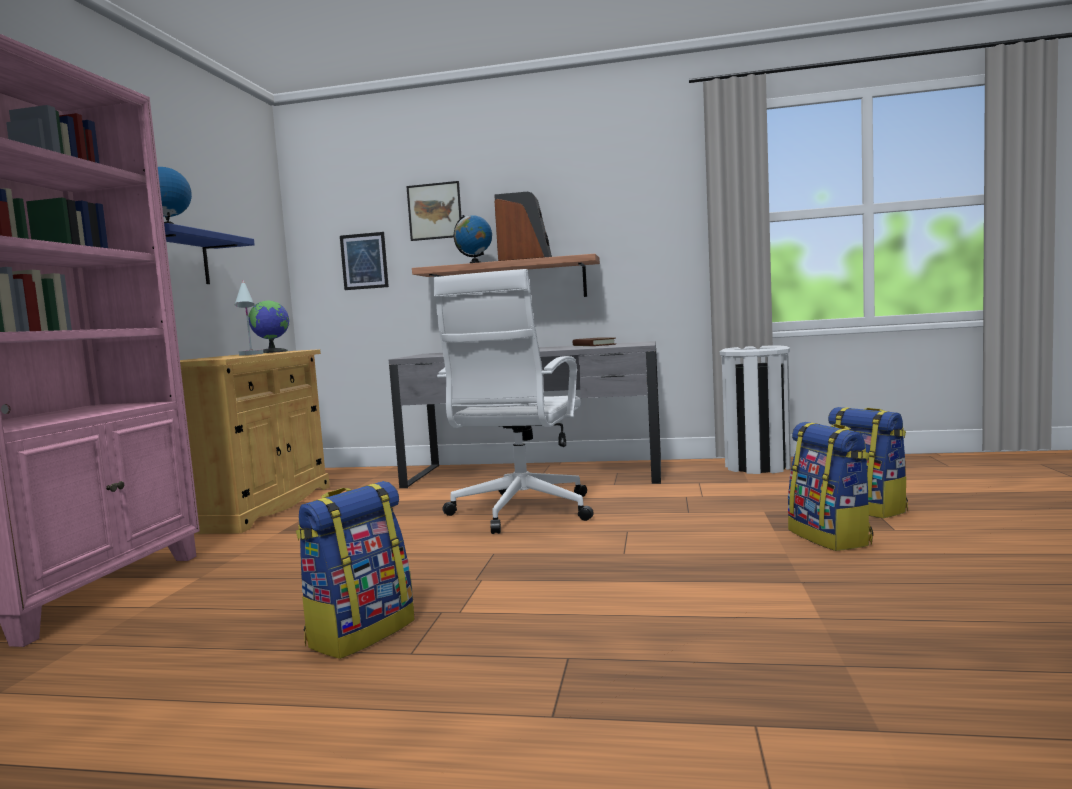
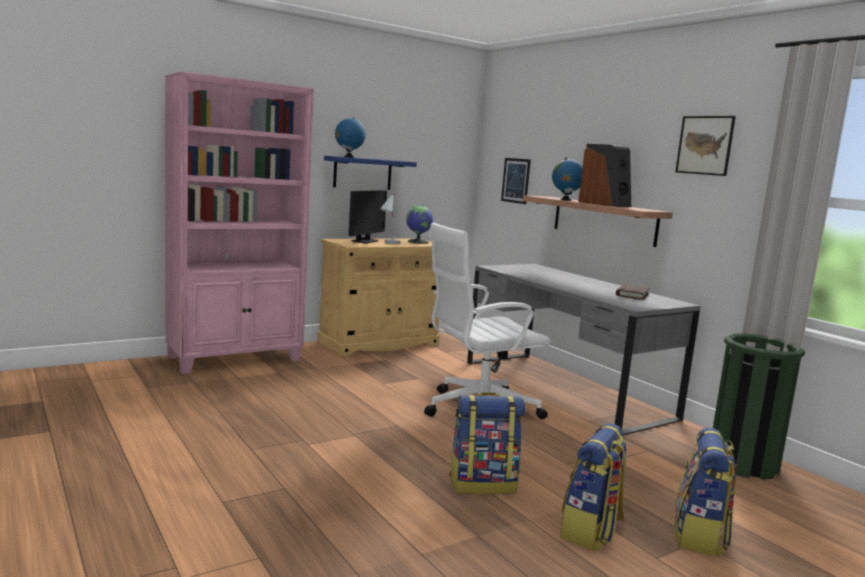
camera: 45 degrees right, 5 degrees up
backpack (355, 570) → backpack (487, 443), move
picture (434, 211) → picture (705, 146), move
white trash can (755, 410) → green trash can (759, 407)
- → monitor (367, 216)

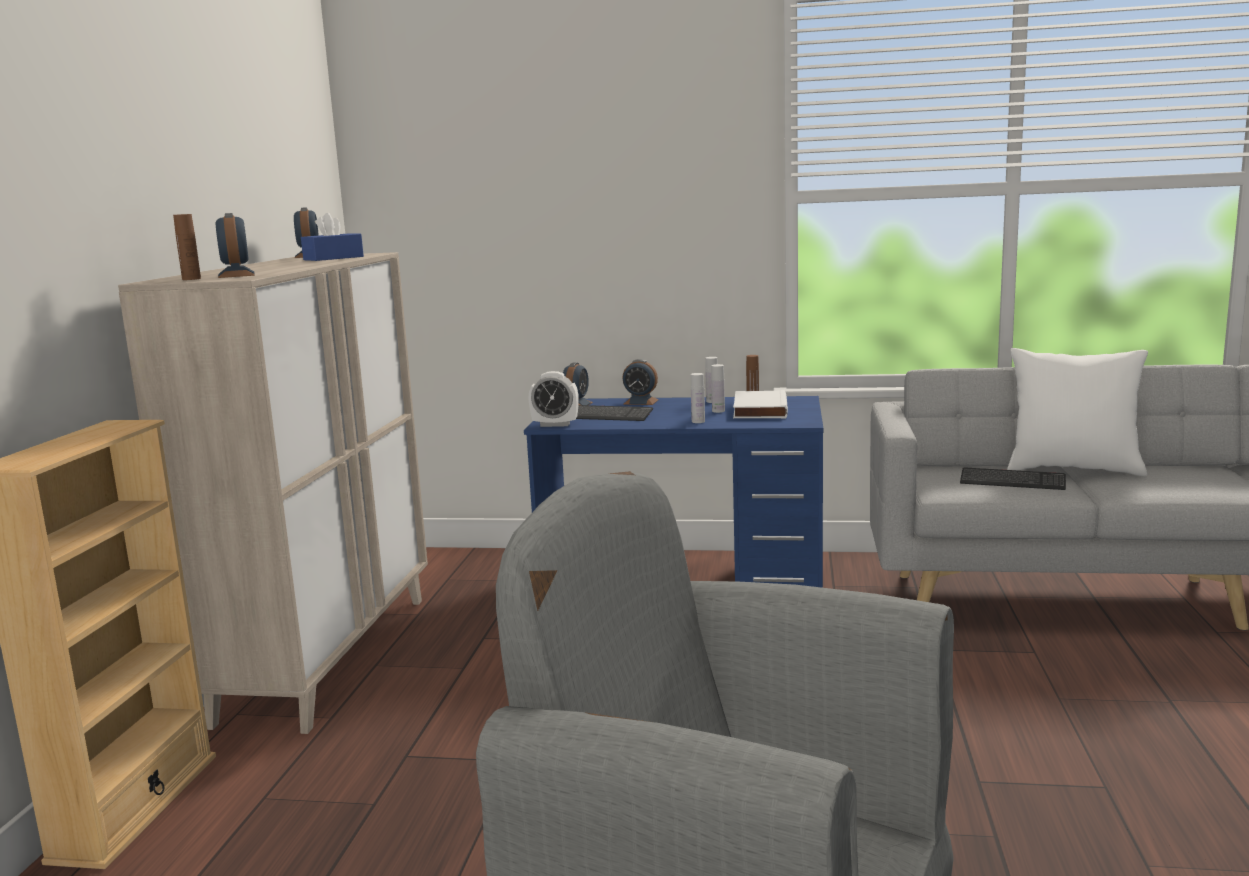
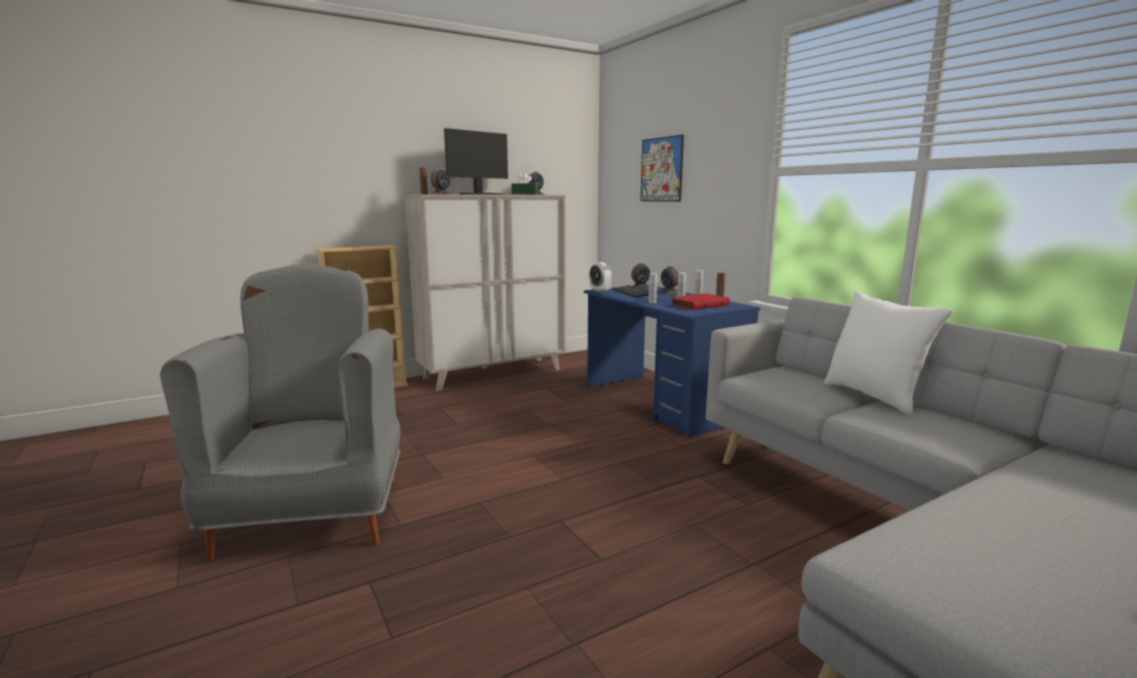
camera: 50 degrees right, 0 degrees up
blue tissue box (332, 237) → green tissue box (524, 184)
white book (760, 404) → red book (700, 301)
keyboard (1013, 479) → -
- → monitor (476, 161)
- → picture (662, 168)

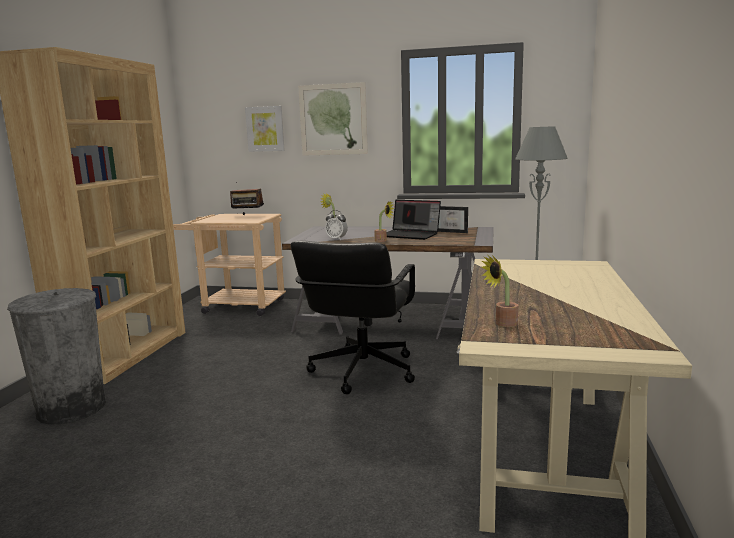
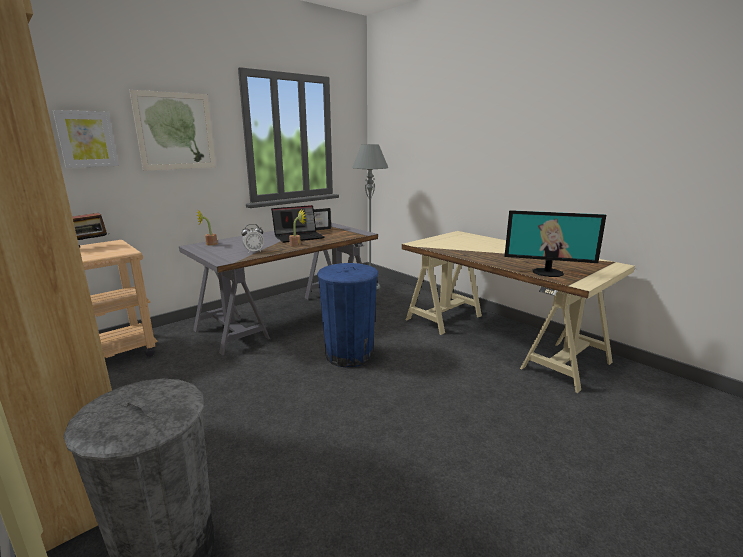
camera: 55 degrees left, 5 degrees up
black office chair (352, 317) → blue trash can (347, 315)
potted plant (499, 290) → monitor (555, 243)

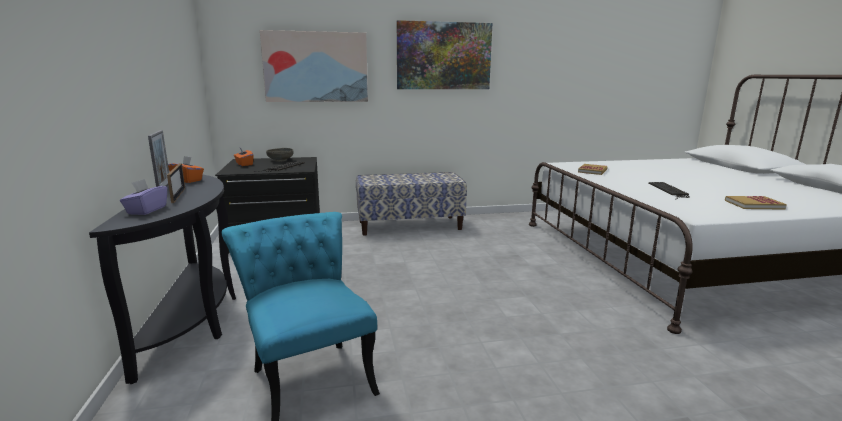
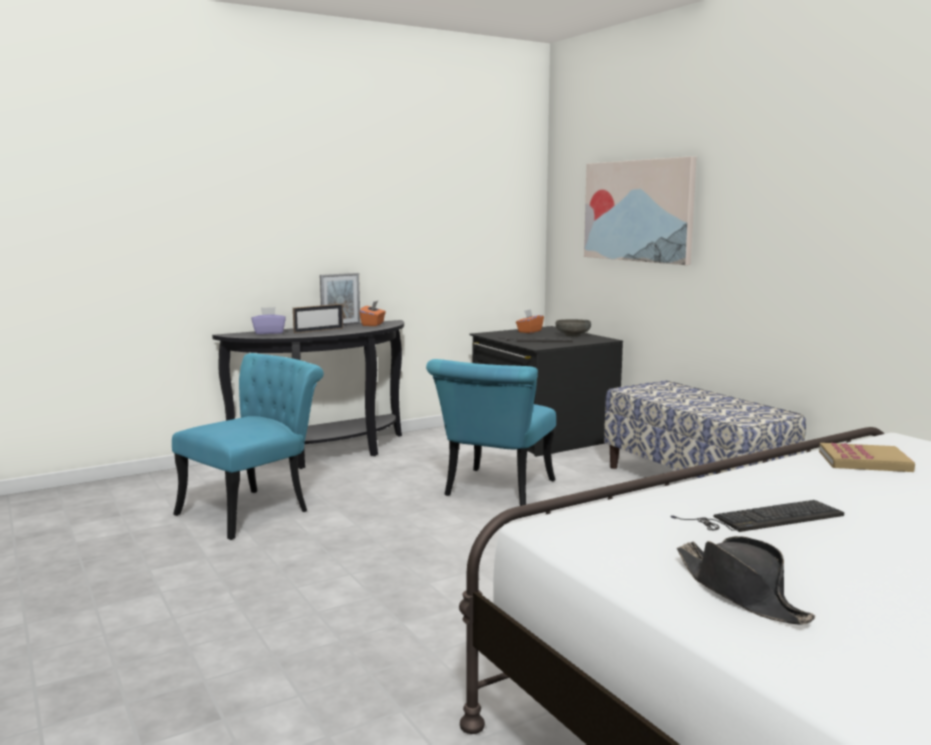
camera: 70 degrees right, 5 degrees down
picture (444, 54) → -
book (756, 203) → black hat (746, 580)
- → turquoise chair (491, 432)

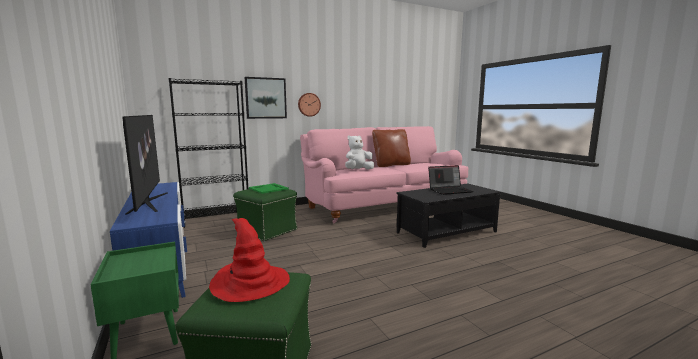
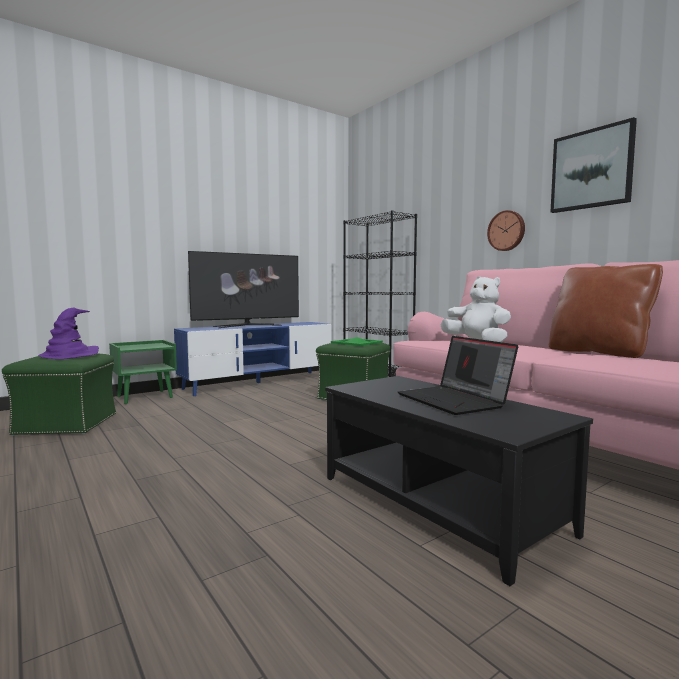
camera: 80 degrees right, 5 degrees down
red hat (249, 260) → purple hat (68, 333)
picture (266, 98) → picture (593, 165), move

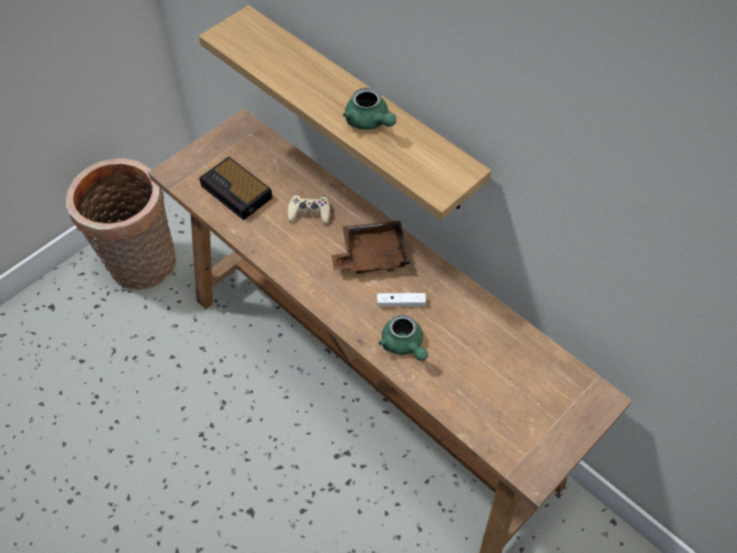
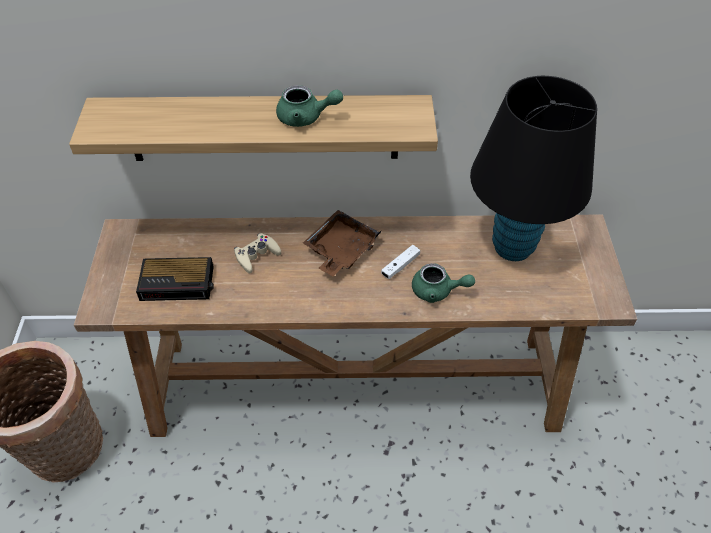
camera: 45 degrees left, 5 degrees down
- → black table lamp (533, 168)

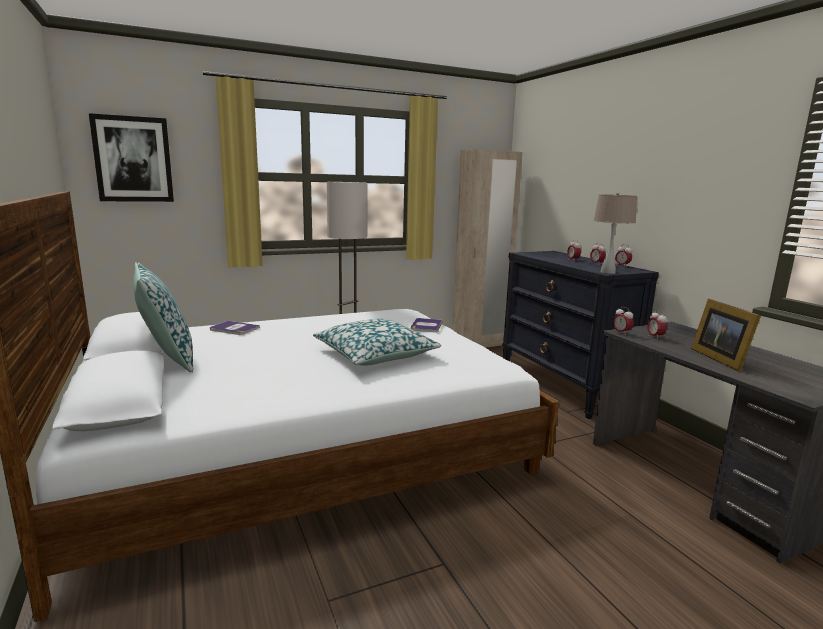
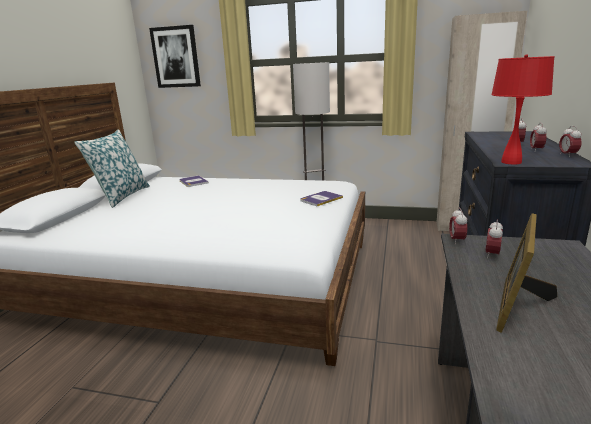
camera: 40 degrees right, 5 degrees up
pillow (377, 342) → -
beige table lamp (615, 233) → red table lamp (523, 109)

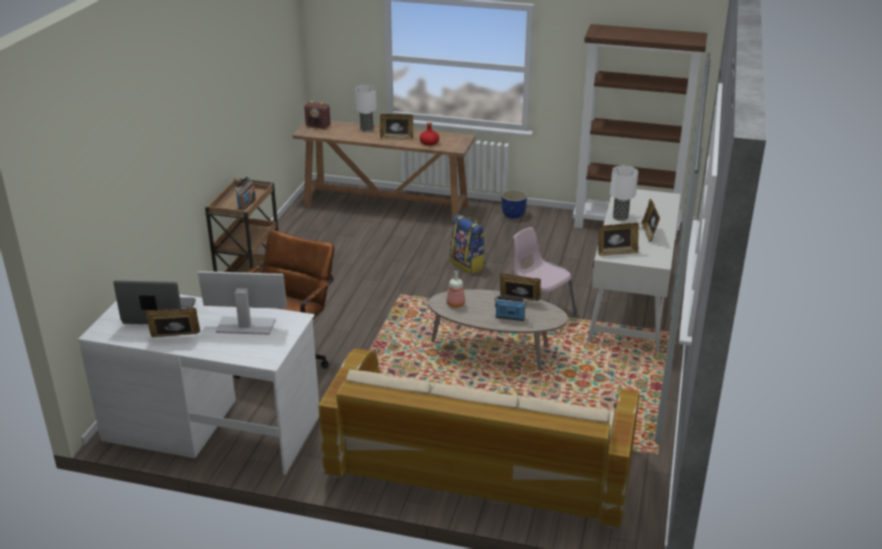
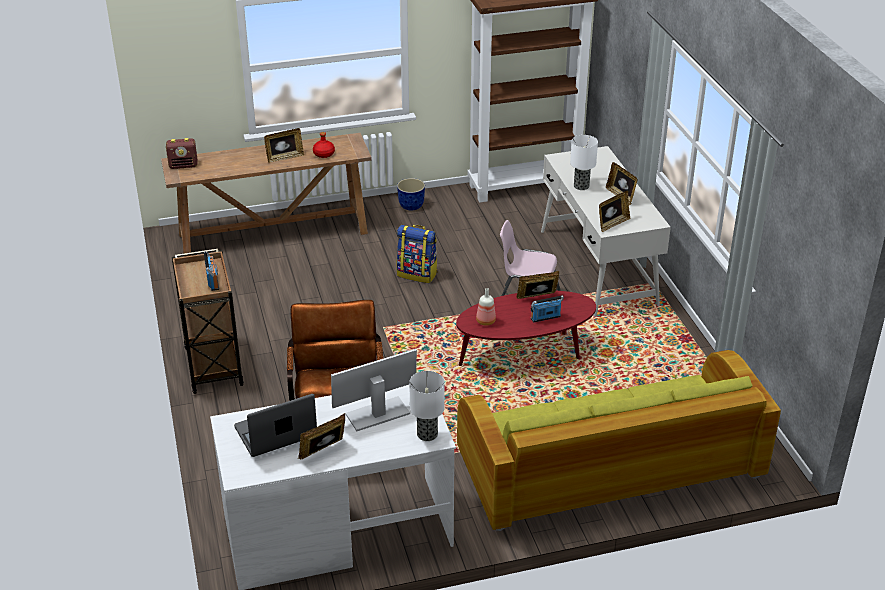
camera: 30 degrees left, 5 degrees up
beige sofa (479, 439) → green sofa (619, 440)
table lamp (365, 108) → table lamp (427, 406), move
beige coffee table (498, 329) → red coffee table (526, 328)

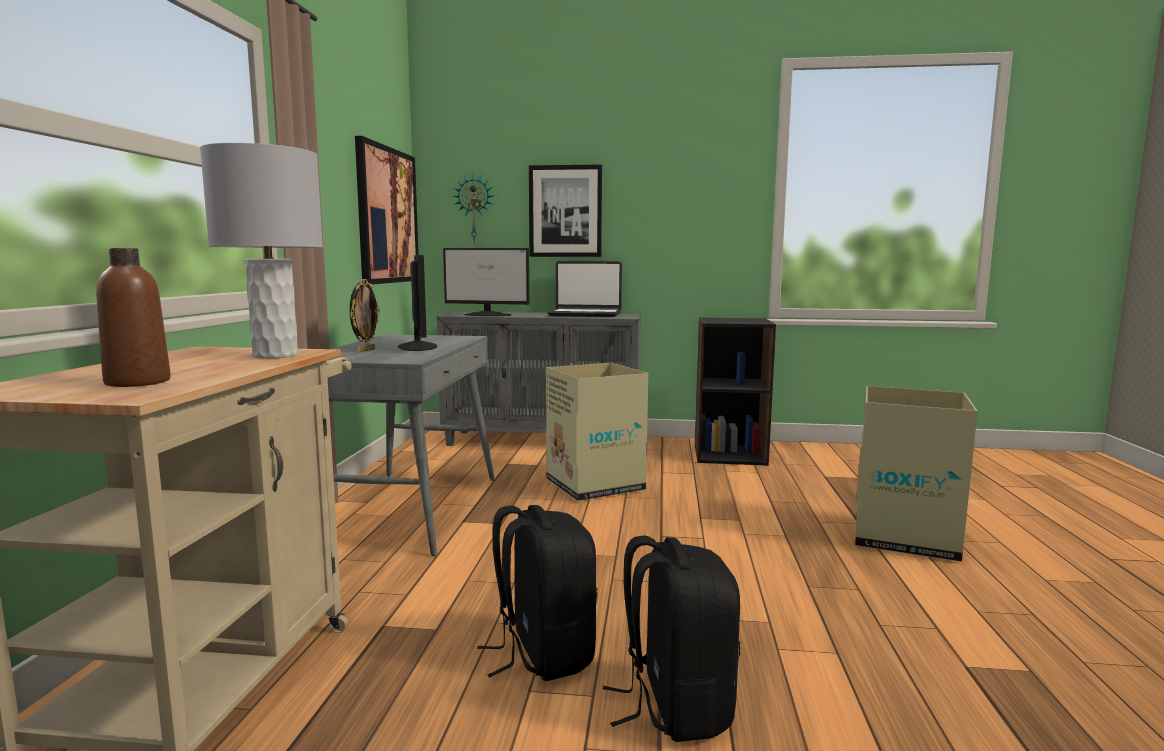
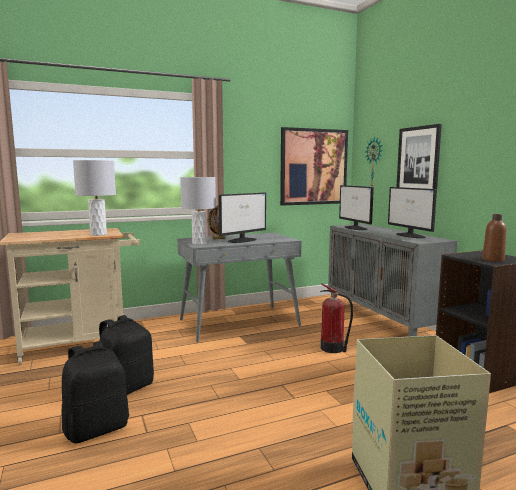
camera: 60 degrees right, 0 degrees up
brown bottle (133, 317) → brown bottle (494, 238), move
cardboard box (597, 432) → fire extinguisher (336, 318)
laptop (585, 289) → monitor (412, 212)
- → grey table lamp (198, 211)

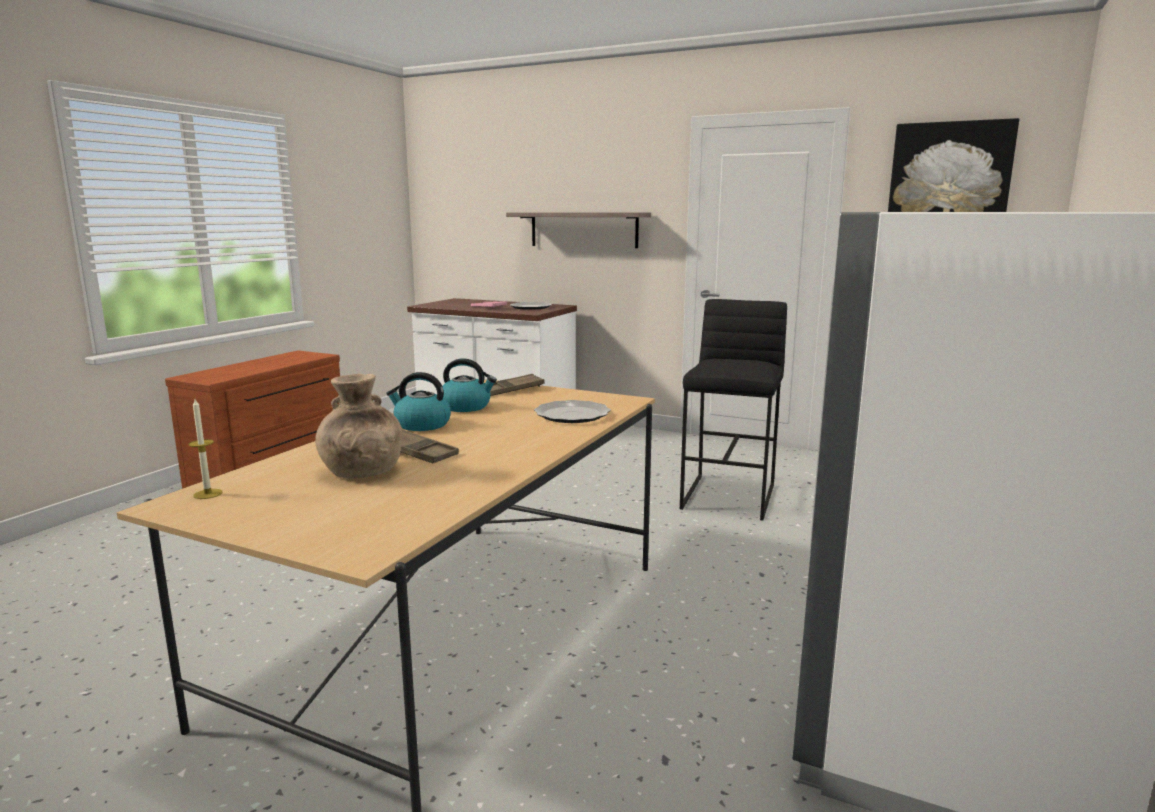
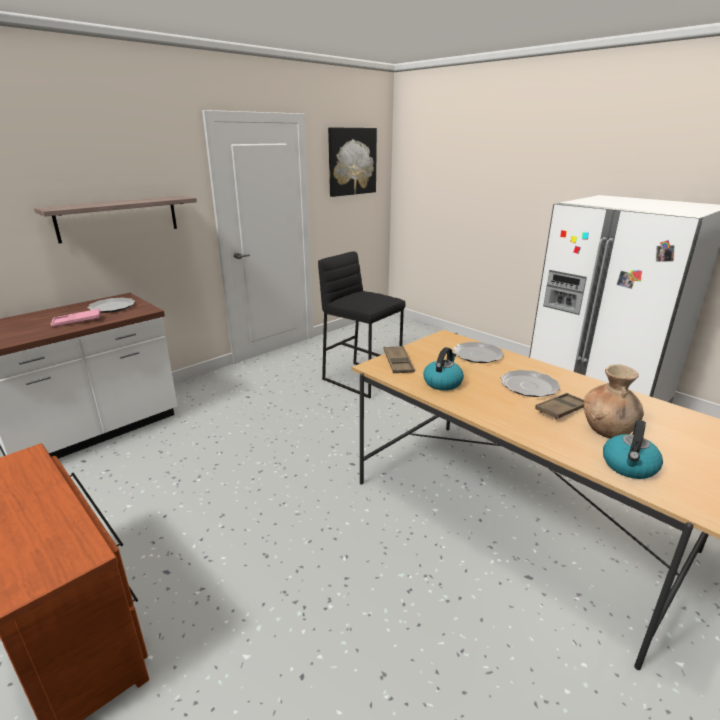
camera: 70 degrees left, 10 degrees up
candle (205, 449) → -
kettle (418, 401) → kettle (633, 449), move
- → plate (530, 383)

